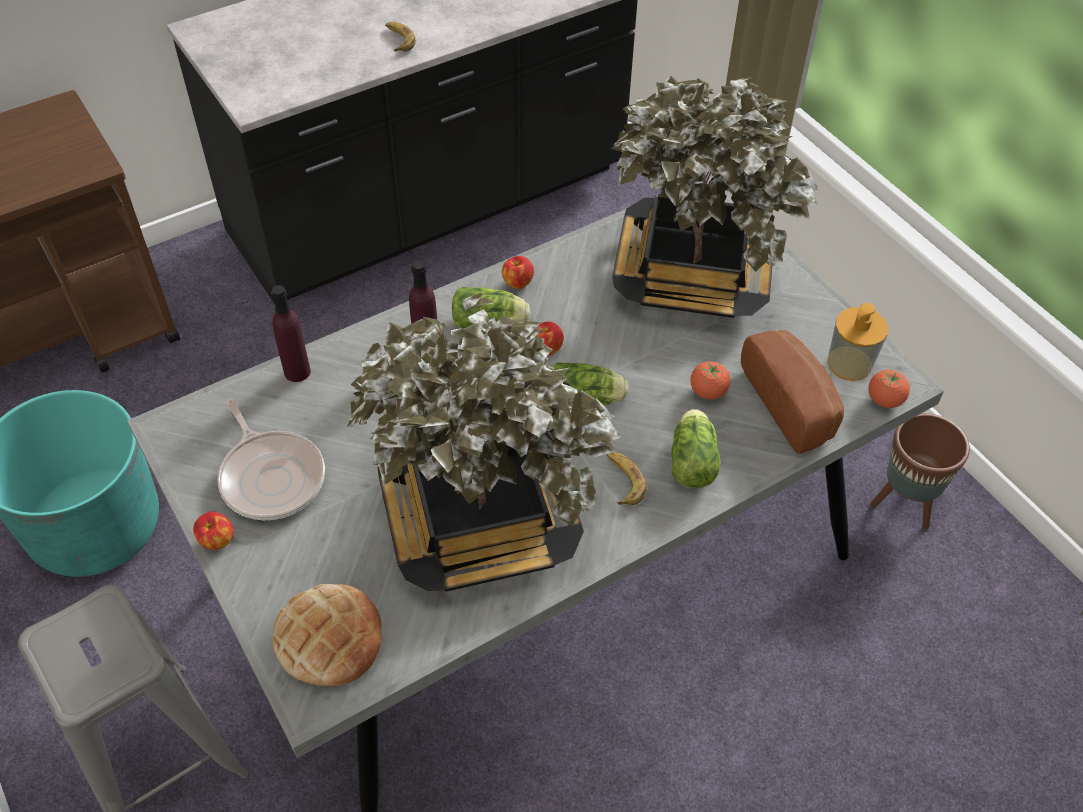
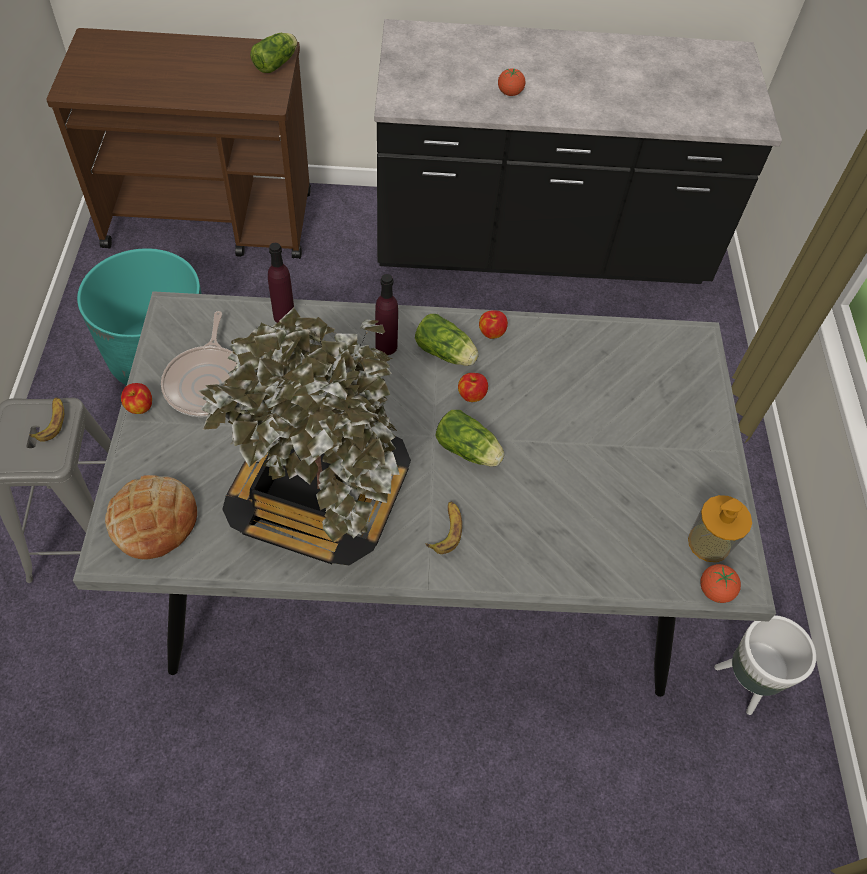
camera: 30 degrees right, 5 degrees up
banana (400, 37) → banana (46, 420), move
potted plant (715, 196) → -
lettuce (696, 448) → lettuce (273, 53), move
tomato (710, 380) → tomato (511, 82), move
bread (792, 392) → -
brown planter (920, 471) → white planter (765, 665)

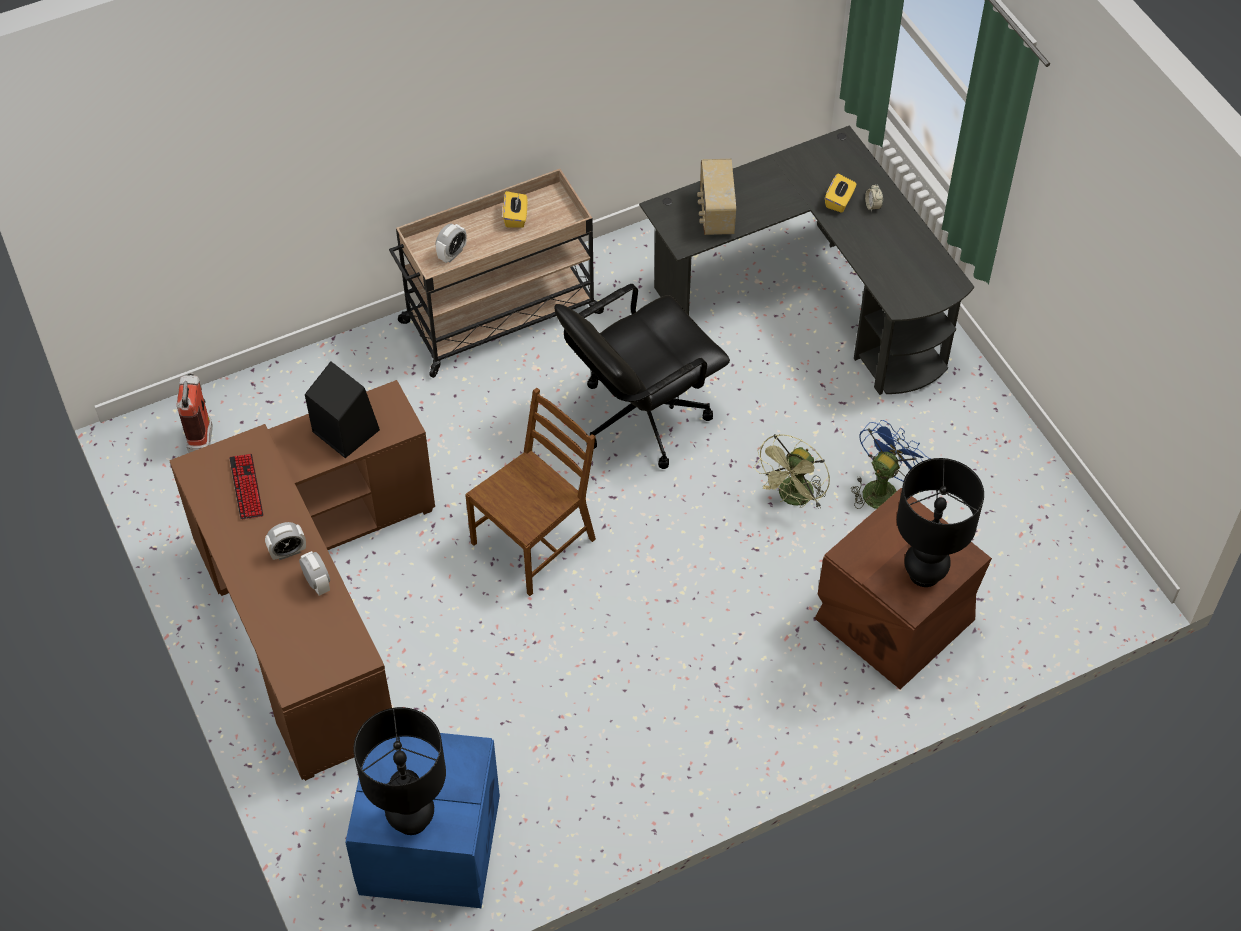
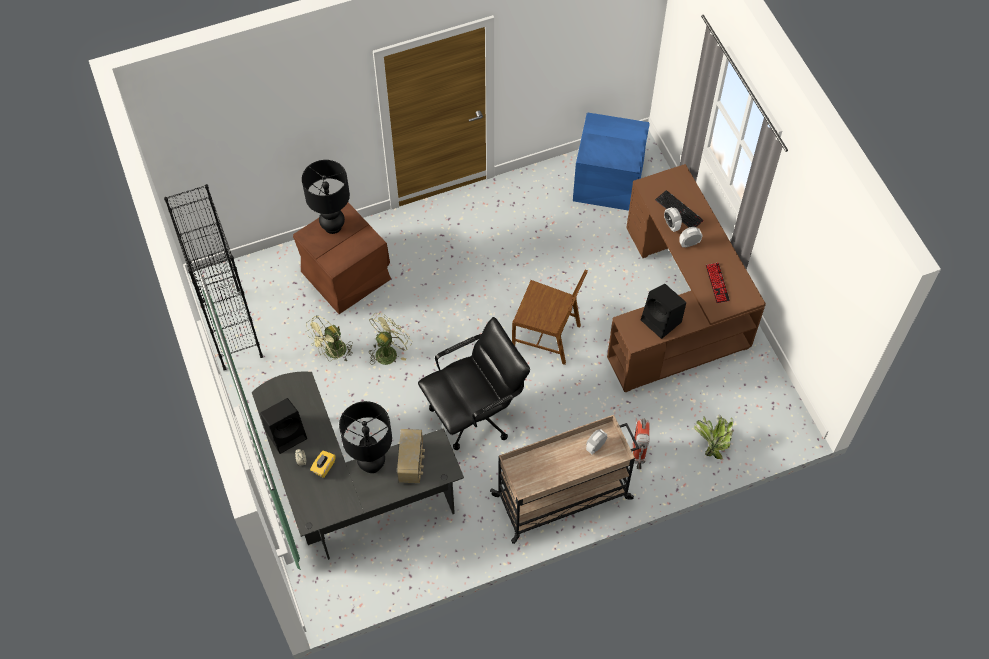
camera: 175 degrees left, 5 degrees up
fire extinguisher (195, 412) → fire extinguisher (641, 443), move
black table lamp (399, 771) → black table lamp (365, 437), move
brown chair (530, 492) → brown chair (550, 317), 120 degrees counterclockwise
yellow tissue box (515, 209) → -
blue fan (891, 464) → green fan (329, 338)
- → black bookcase (213, 277)
- → black speaker (283, 426)
- → keyboard (679, 208)
- → potted plant (713, 437)

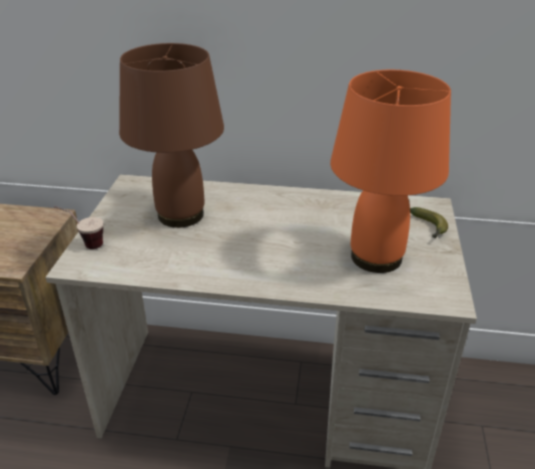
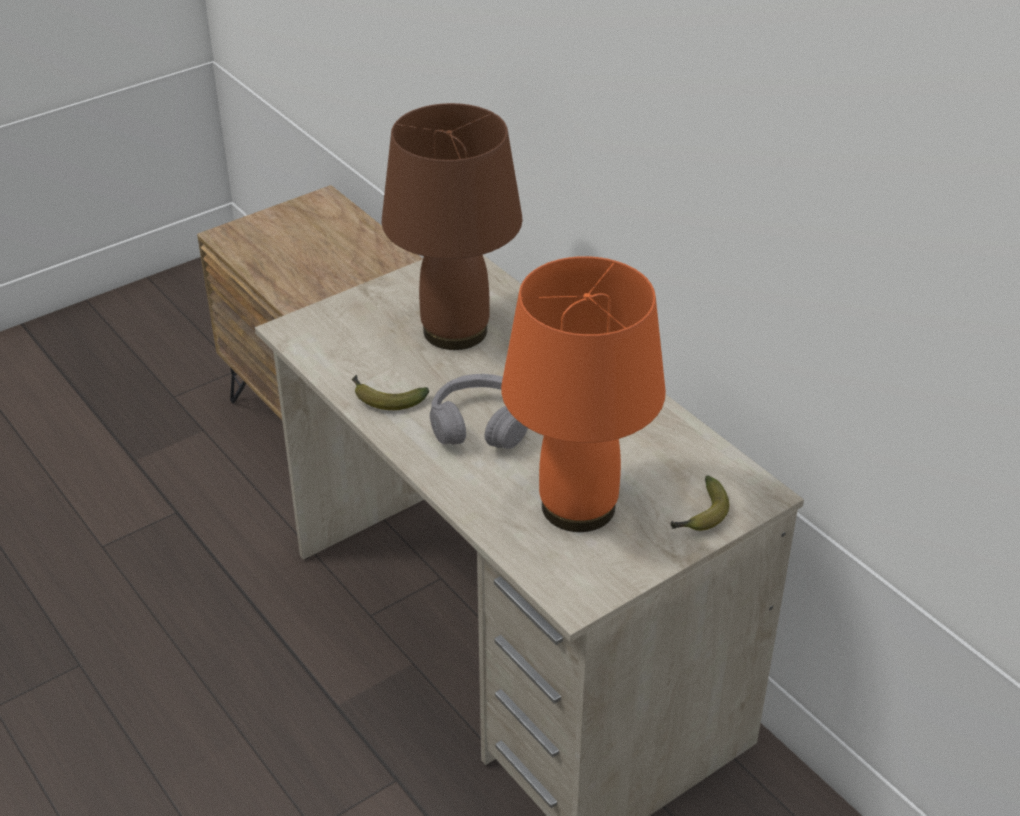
camera: 45 degrees right, 5 degrees up
cup (78, 227) → -
- → banana (390, 392)
- → grey headphones (479, 411)

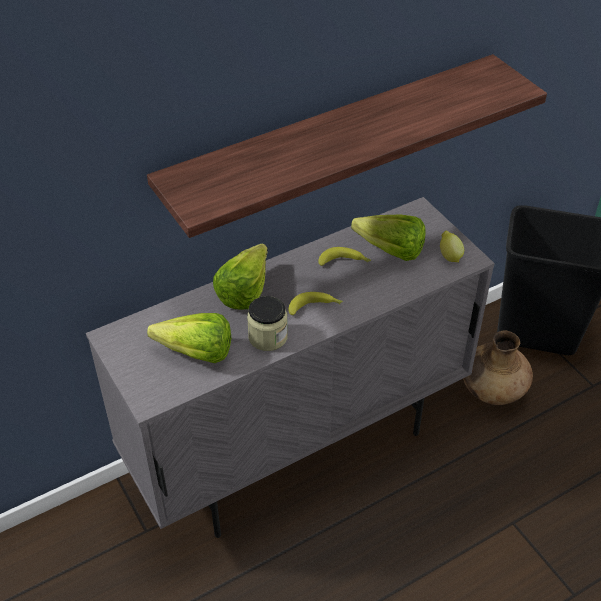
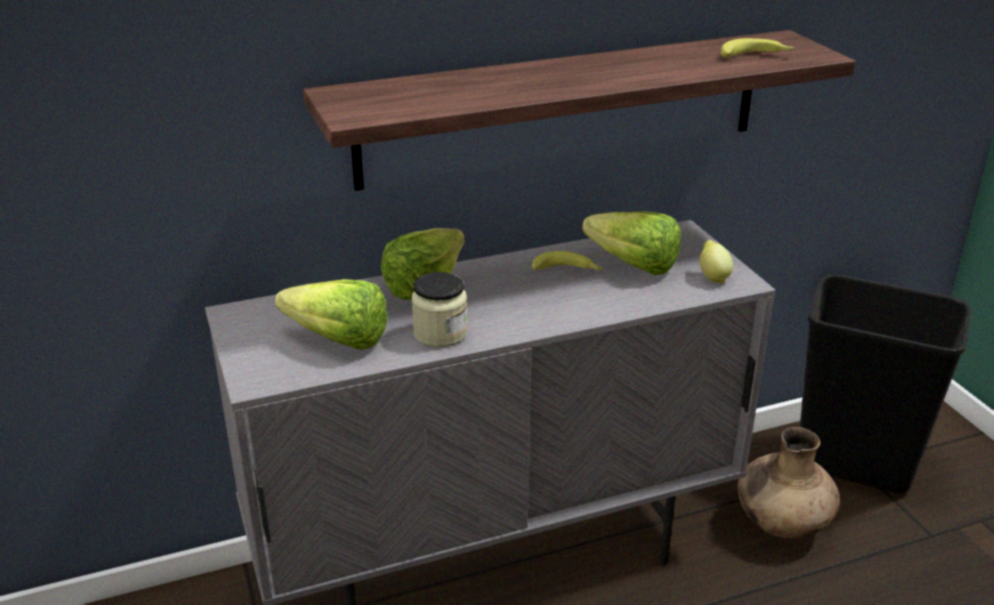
camera: 10 degrees right, 15 degrees down
banana (316, 303) → banana (758, 48), move

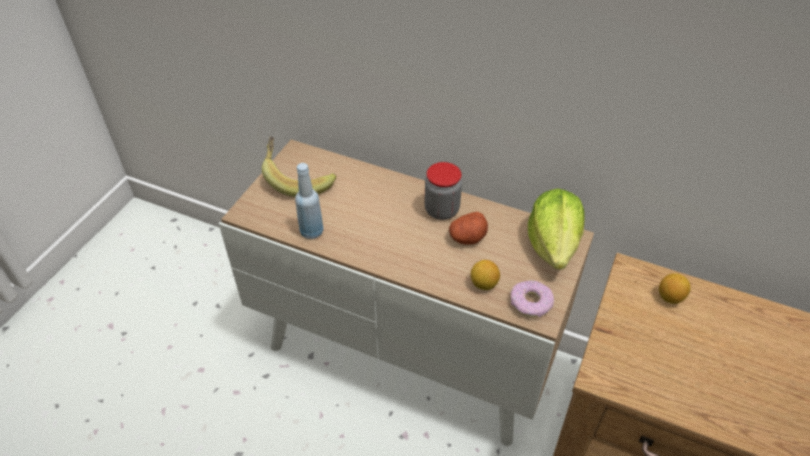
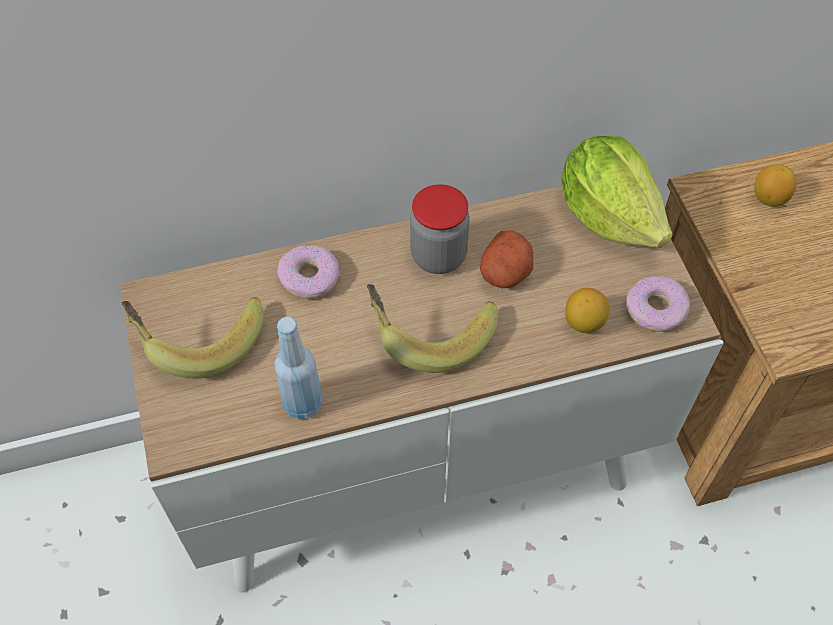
camera: 40 degrees left, 10 degrees up
- → donut (308, 272)
- → banana (433, 328)

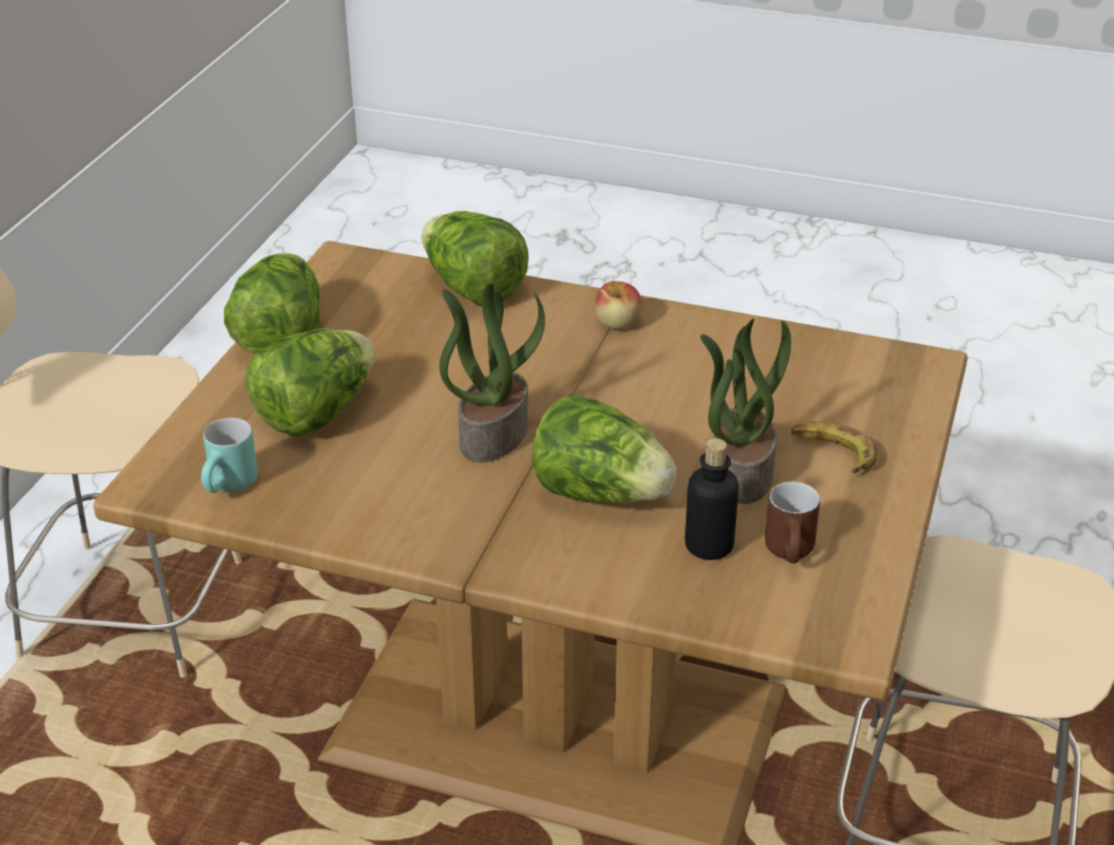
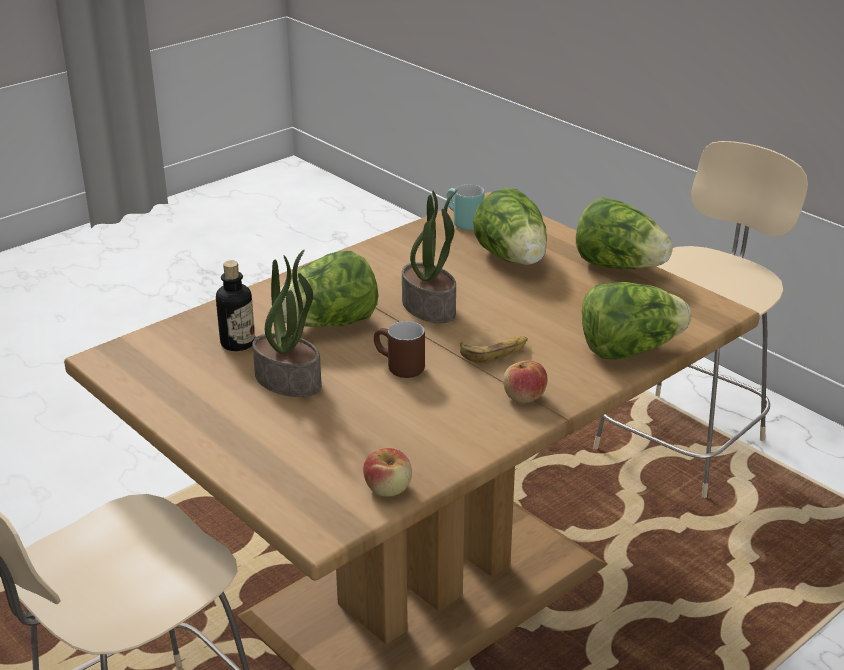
camera: 120 degrees right, 5 degrees down
brown mug (792, 523) → brown mug (399, 349), move
banana (834, 447) → banana (494, 349), move
- → apple (387, 472)

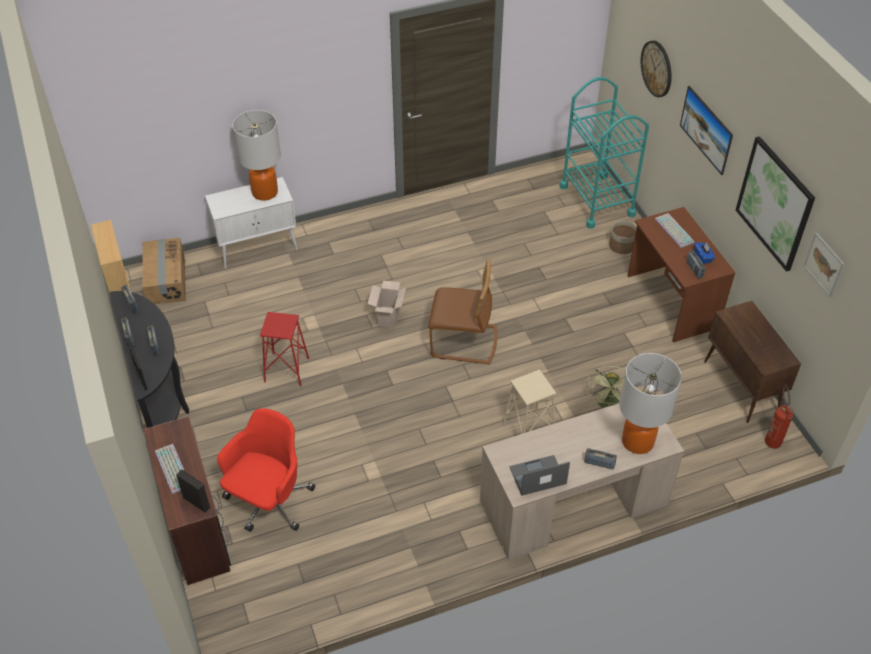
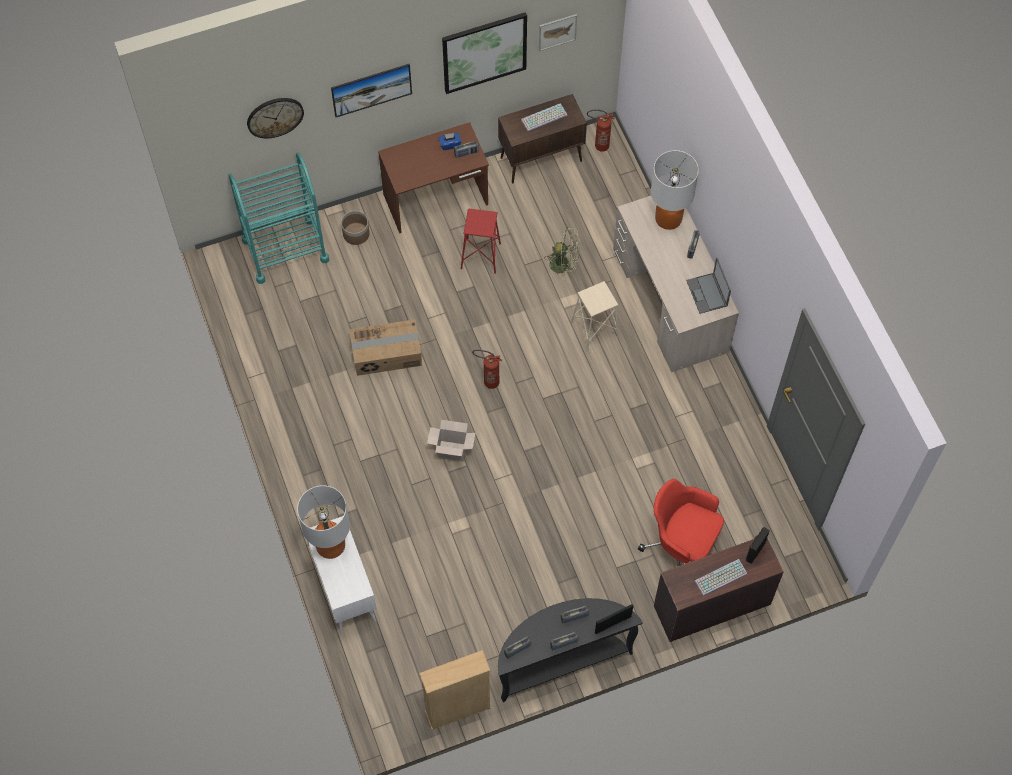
camera: 90 degrees left, 15 degrees up
cardboard box (164, 271) → cardboard box (385, 347), move
red stool (284, 349) → red stool (481, 241), move
brown chair (462, 312) → fire extinguisher (487, 369)
keyboard (674, 230) → keyboard (544, 117), move

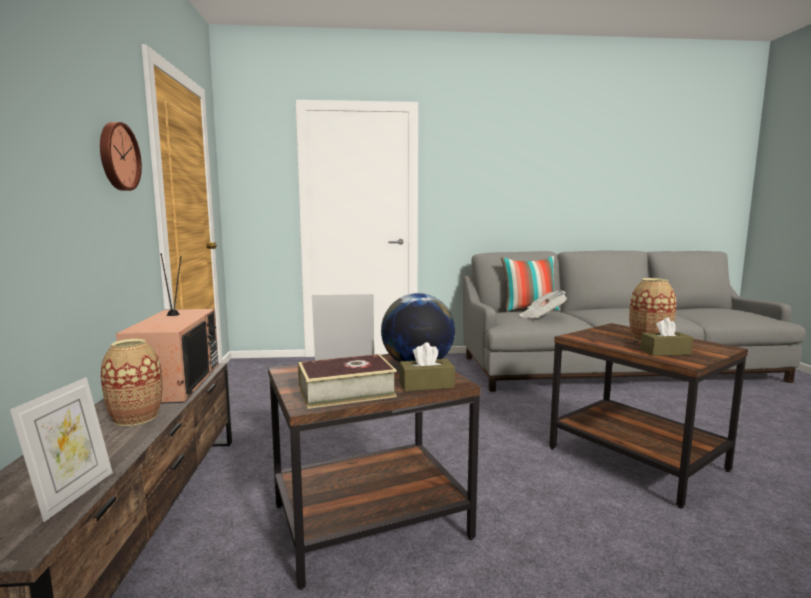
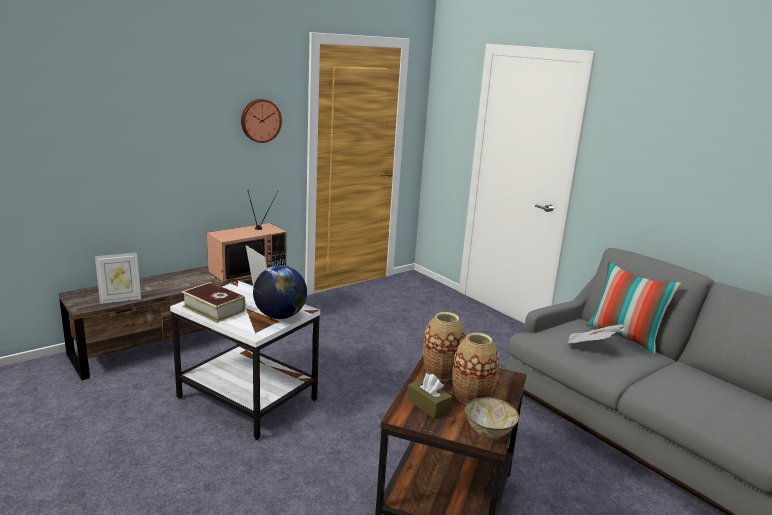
camera: 55 degrees right, 10 degrees up
vase (131, 382) → vase (444, 346), move
brown side table (374, 472) → white side table (245, 360)
brown tissue box (427, 366) → -
- → bowl (492, 417)

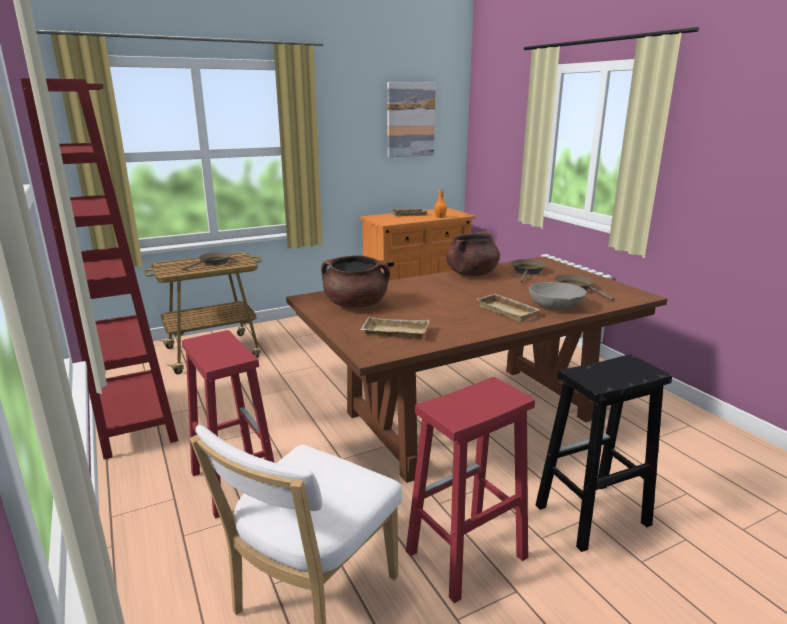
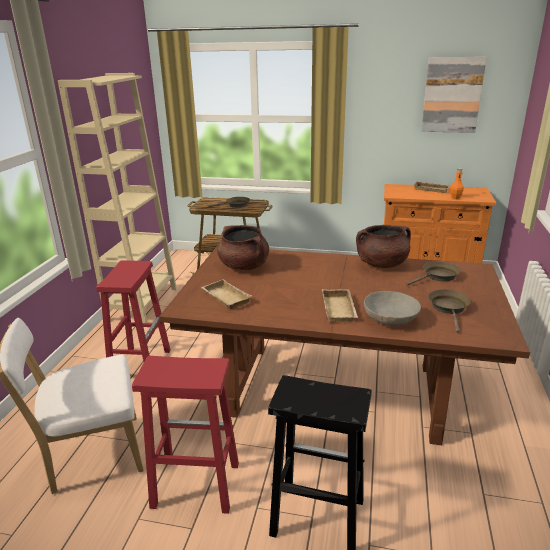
camera: 40 degrees right, 5 degrees up
red bookcase (99, 268) → beige bookcase (117, 198)

